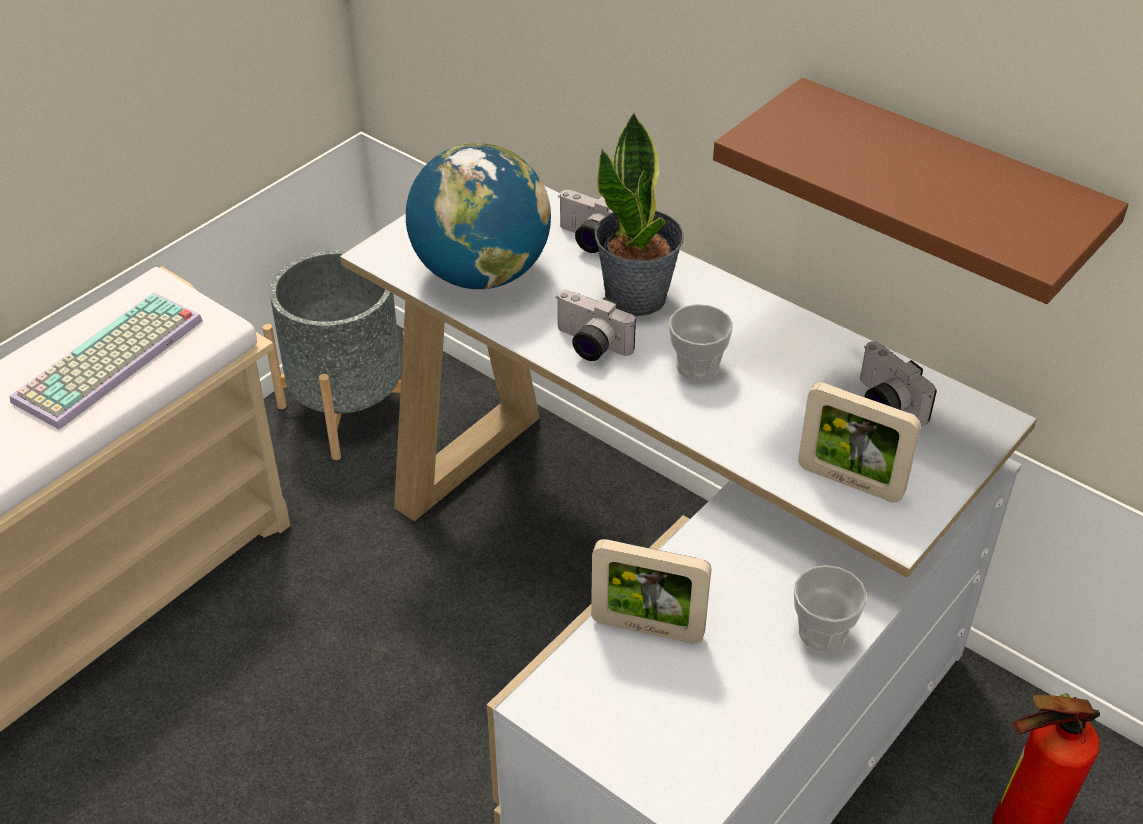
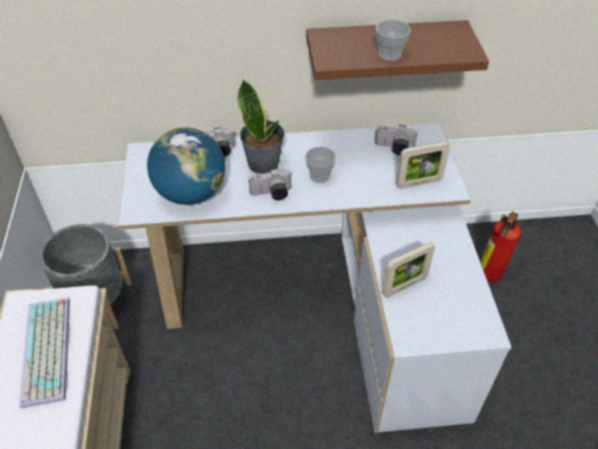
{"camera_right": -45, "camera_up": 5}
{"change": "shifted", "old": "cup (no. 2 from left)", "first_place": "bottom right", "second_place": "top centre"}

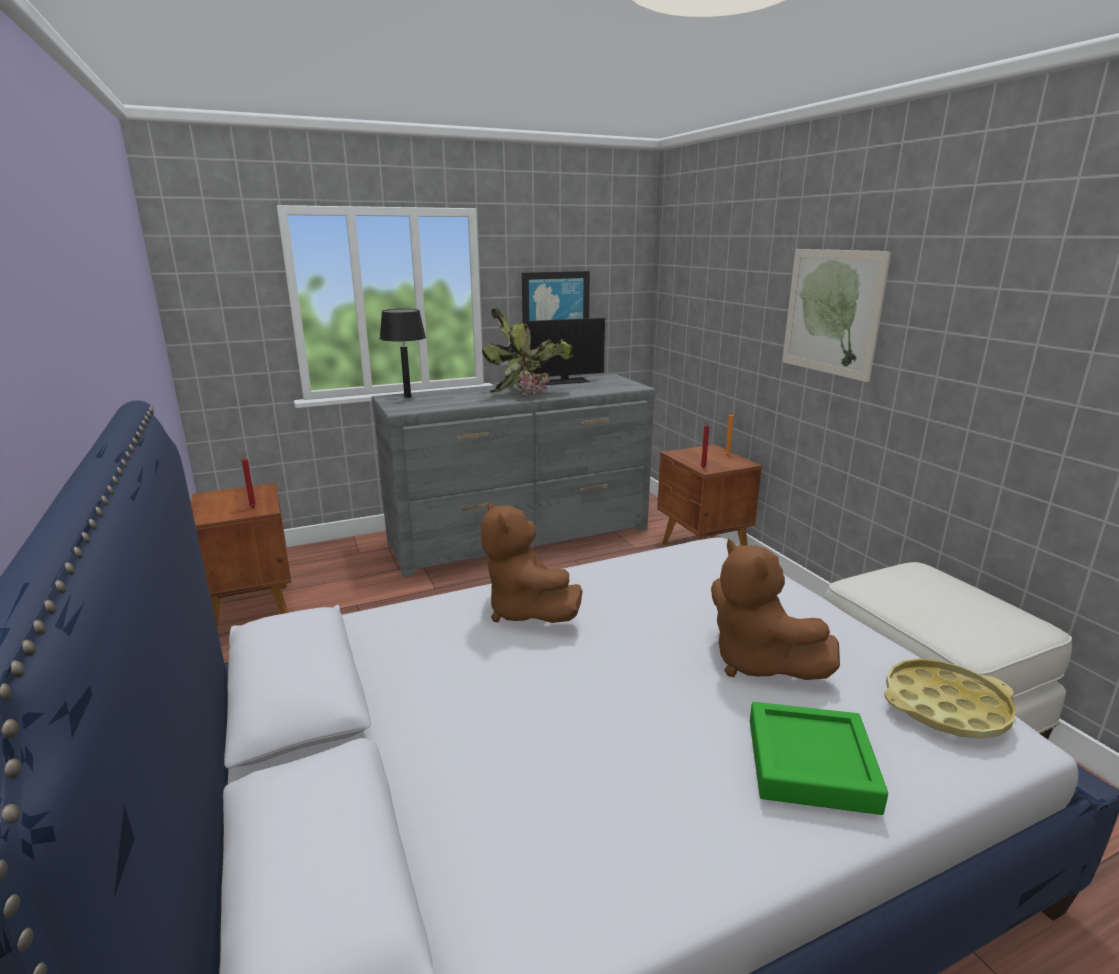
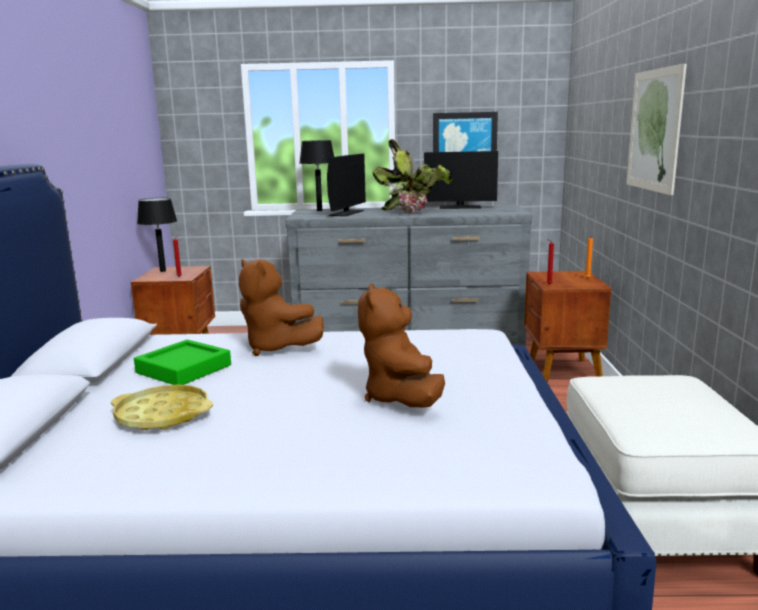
{"camera_right": 25, "camera_up": -5}
{"change": "shifted", "old": "tray (yellow)", "first_place": "bottom right", "second_place": "bottom left"}
{"change": "shifted", "old": "tray (green)", "first_place": "bottom right", "second_place": "middle left"}
{"change": "new", "new": "table lamp (black) (no. 1 from left)", "second_place": "middle left"}
{"change": "rotated", "old": "plush toy (brown) (no. 1 from left)", "first_place": "centre", "second_place": "centre", "degrees": -45}
{"change": "new", "new": "monitor (no. 1 from left)", "second_place": "top centre"}

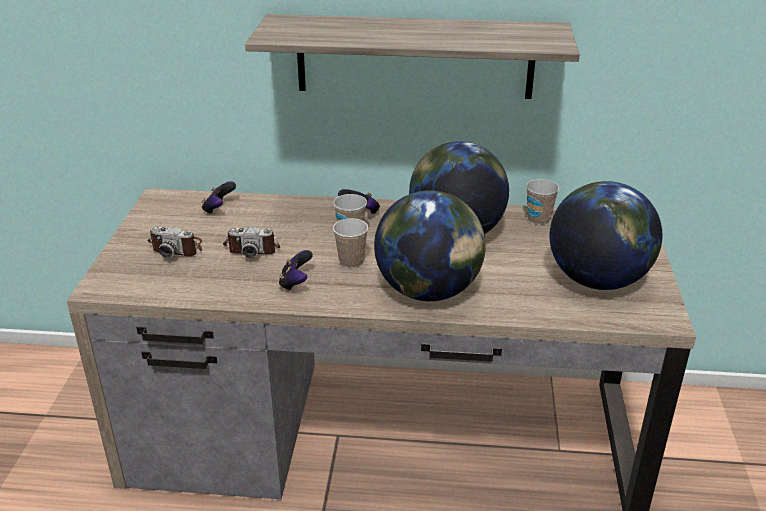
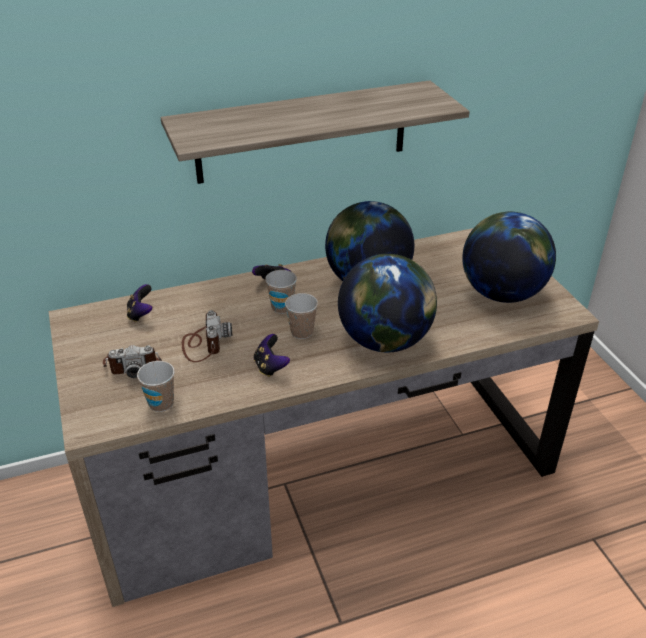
{"camera_right": -25, "camera_up": 5}
{"change": "shifted", "old": "cup (no. 3 from left in the first image)", "new": "cup (no. 1 from left)", "first_place": "middle right", "second_place": "middle left"}
{"change": "rotated", "old": "photo camera (no. 2 from left)", "first_place": "middle left", "second_place": "middle left", "degrees": -75}

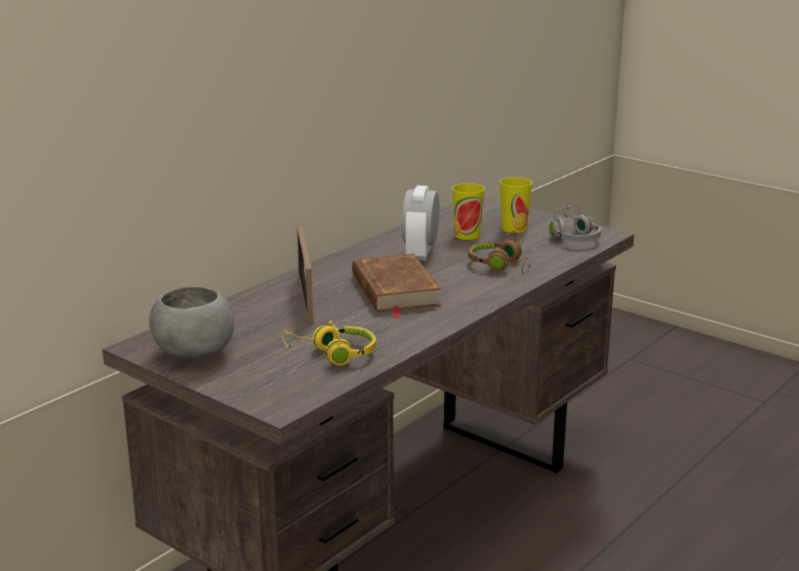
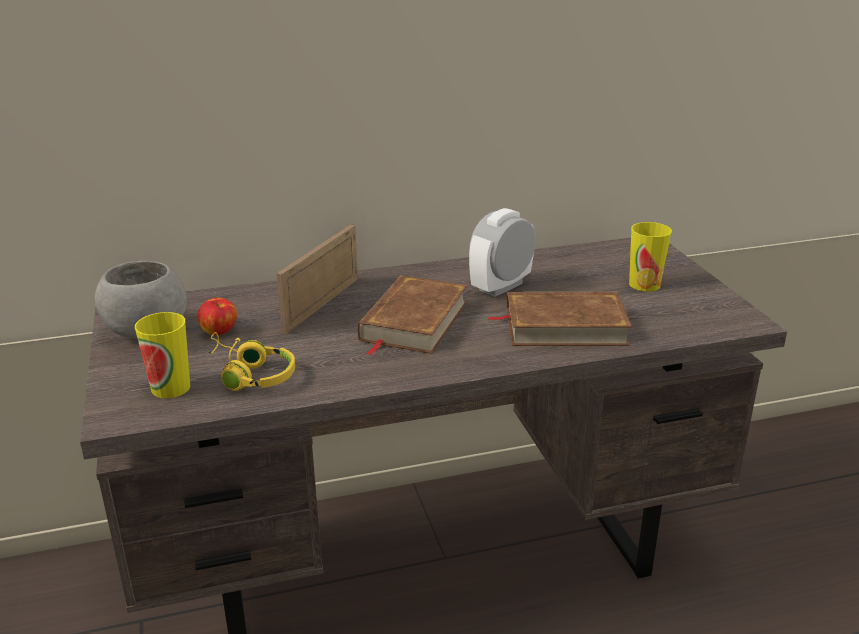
{"camera_right": 35, "camera_up": 5}
{"change": "shifted", "old": "cup (no. 1 from left)", "first_place": "centre", "second_place": "middle left"}
{"change": "new", "new": "apple", "second_place": "middle left"}
{"change": "swapped", "old": "headphones (brown)", "new": "book (brown) (no. 2 from left)", "first_place": "centre", "second_place": "centre"}
{"change": "gone", "old": "headphones (grey)", "first_place": "middle right"}

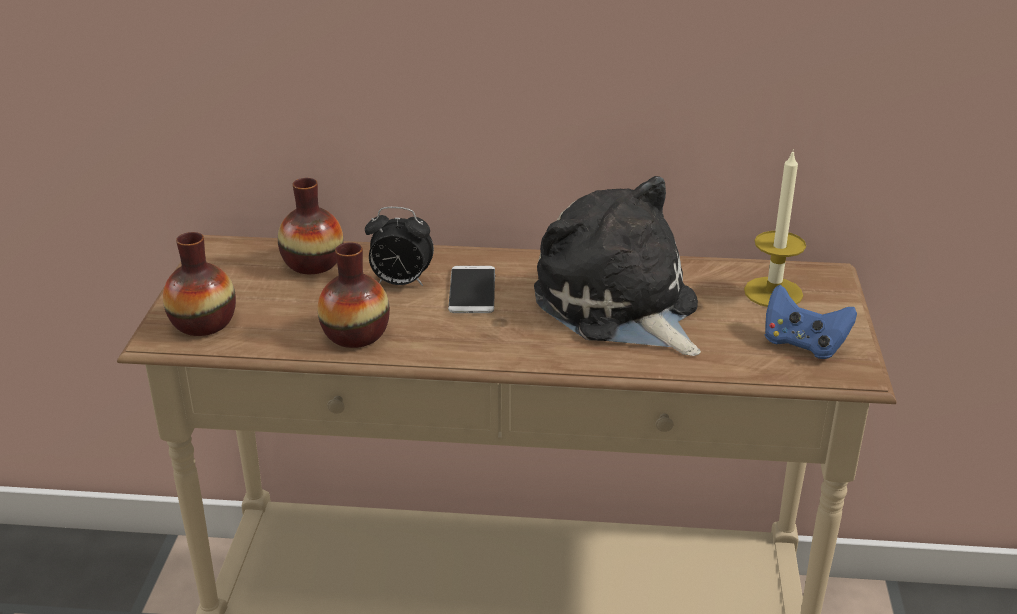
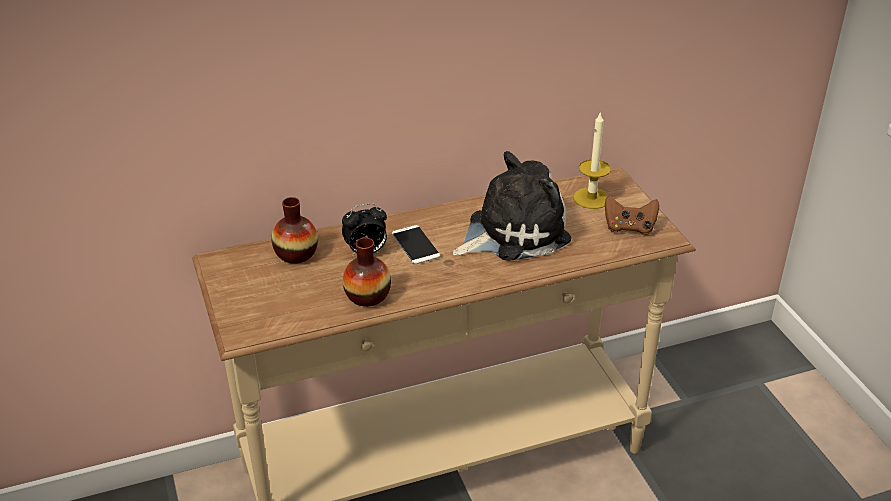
{"camera_right": -25, "camera_up": 5}
{"change": "rotated", "old": "plush toy", "first_place": "centre", "second_place": "centre", "degrees": 120}
{"change": "repainted", "old": "game controller (blue)", "new": "game controller (brown)", "first_place": "middle right", "second_place": "middle right"}
{"change": "gone", "old": "vase (no. 1 from left)", "first_place": "middle left"}

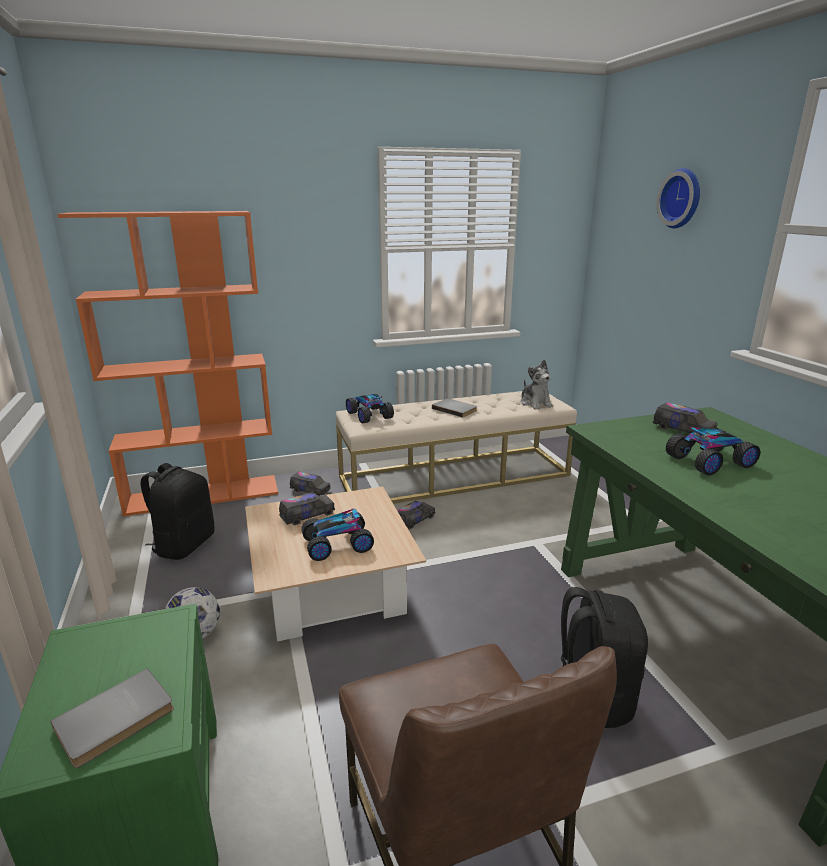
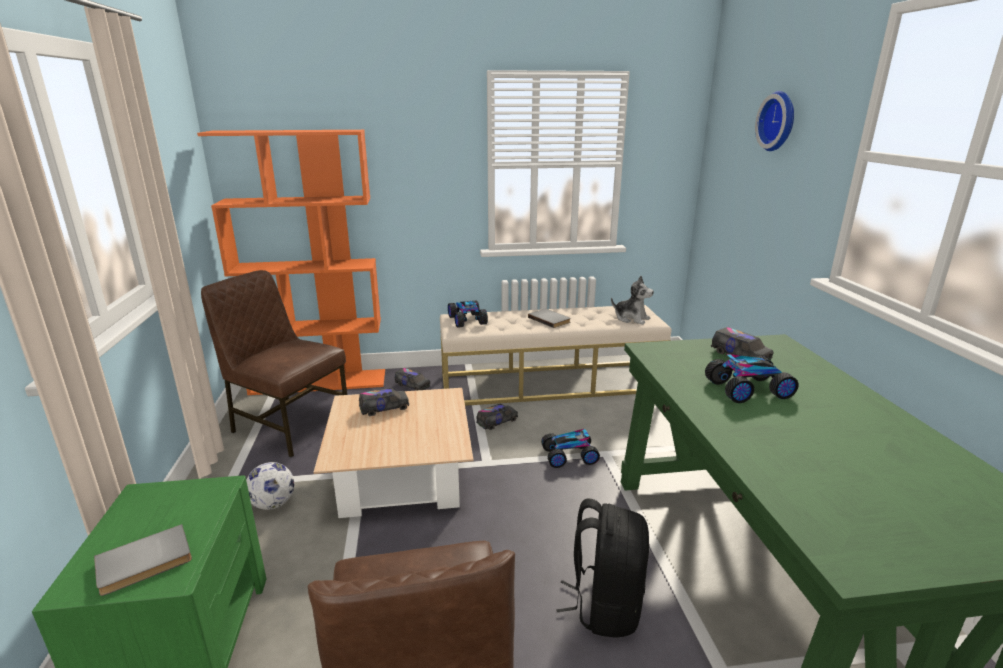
{"camera_right": 10, "camera_up": 0}
{"change": "swapped", "old": "backpack (black) (no. 1 from left)", "new": "chair (brown) (no. 1 from left)", "first_place": "middle left", "second_place": "middle left"}
{"change": "shifted", "old": "toy car (no. 1 from left in the first image)", "new": "toy car (no. 2 from left)", "first_place": "centre", "second_place": "bottom centre"}
{"change": "rotated", "old": "plush toy", "first_place": "centre", "second_place": "centre", "degrees": -45}

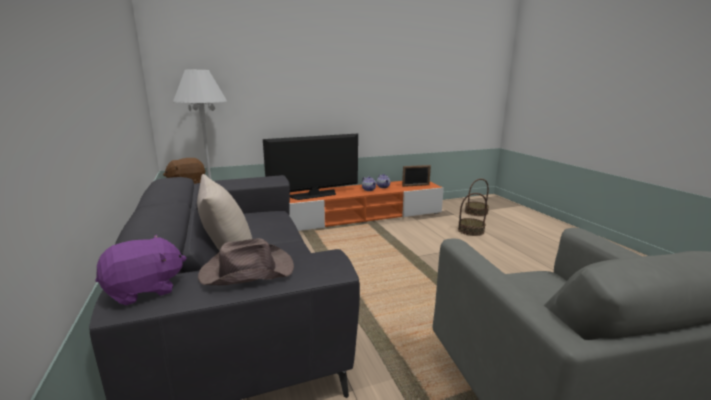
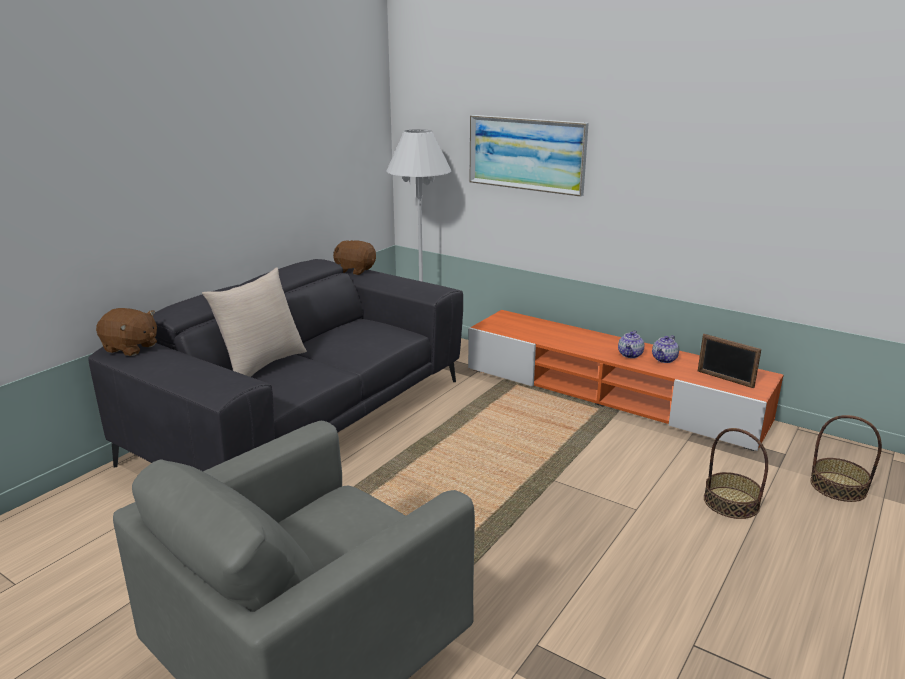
{"camera_right": 55, "camera_up": 5}
{"change": "repainted", "old": "plush toy (purple)", "new": "plush toy (brown) (no. 1 from left)", "first_place": "bottom left", "second_place": "middle left"}
{"change": "new", "new": "picture", "second_place": "top centre"}
{"change": "gone", "old": "hat (brown)", "first_place": "centre"}
{"change": "gone", "old": "television", "first_place": "centre"}

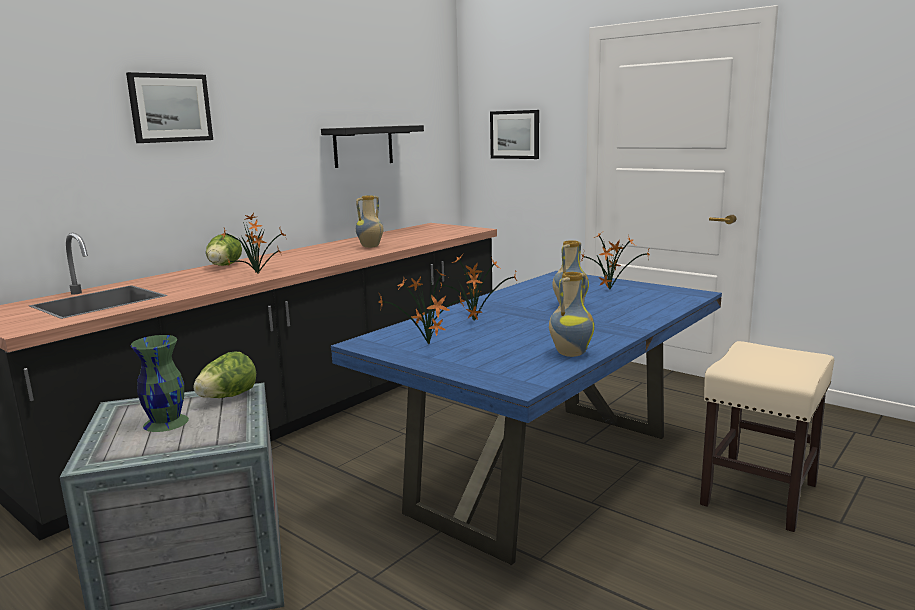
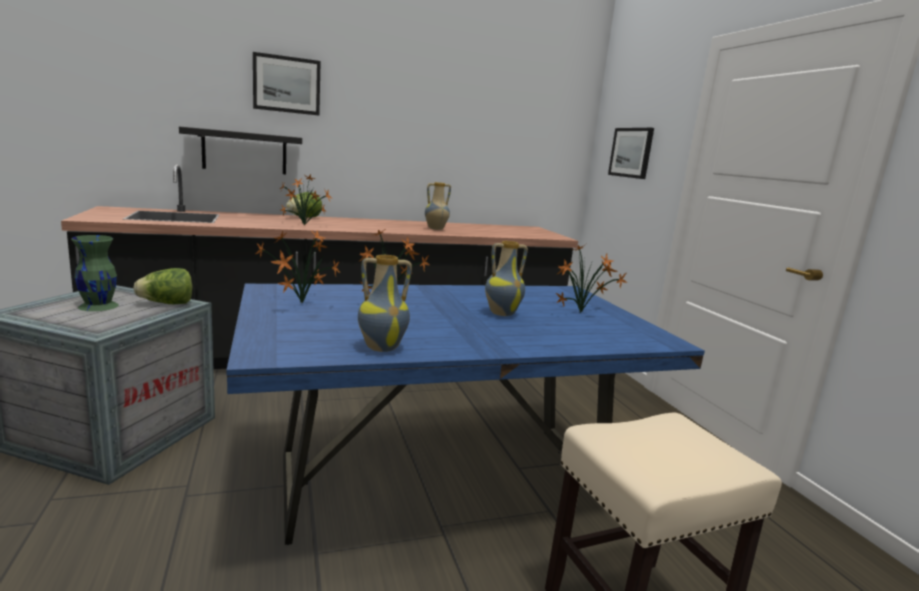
{"camera_right": 30, "camera_up": 0}
{"change": "shifted", "old": "shelf (black)", "first_place": "top centre", "second_place": "top left"}

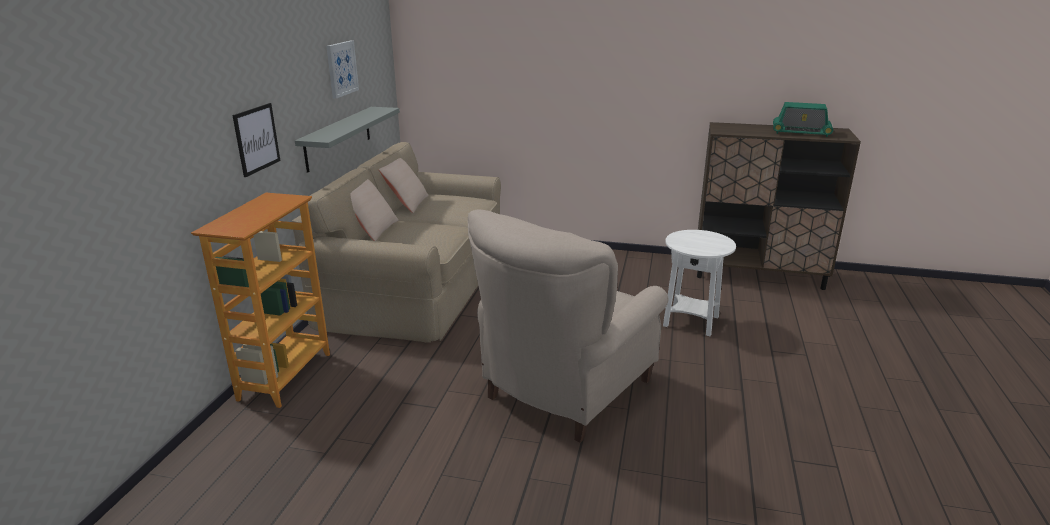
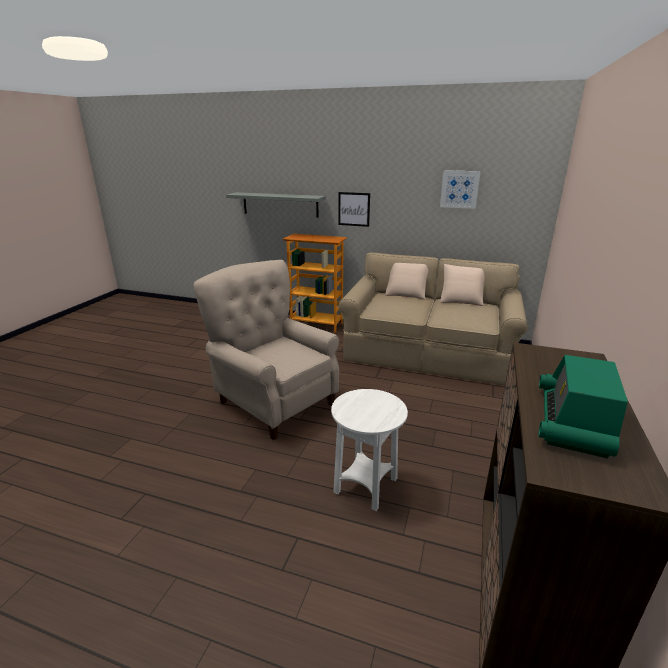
{"camera_right": 95, "camera_up": 0}
{"change": "shifted", "old": "shelf (grey)", "first_place": "top left", "second_place": "top centre"}

